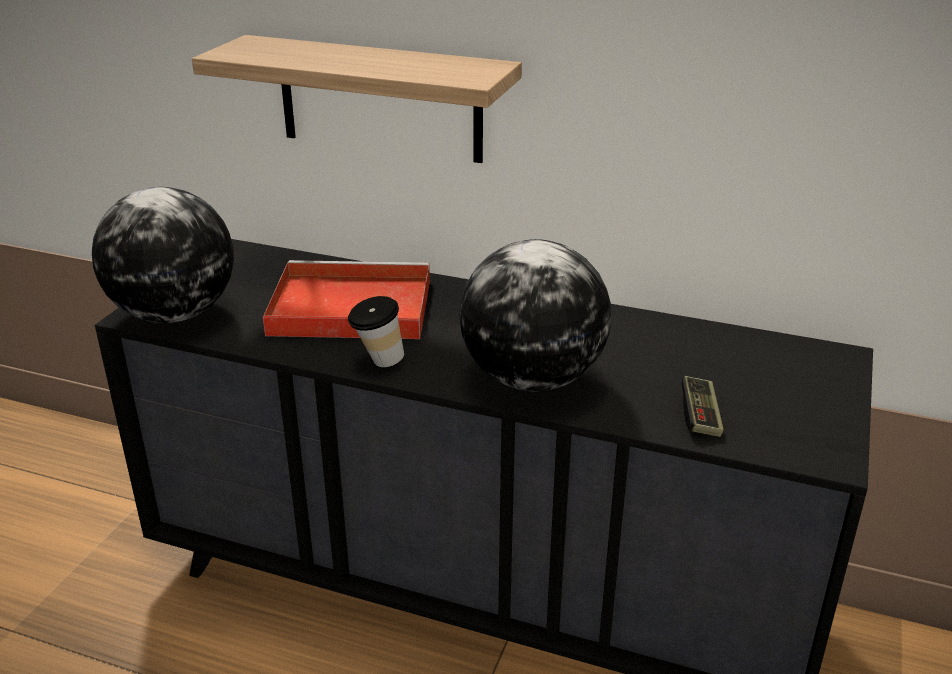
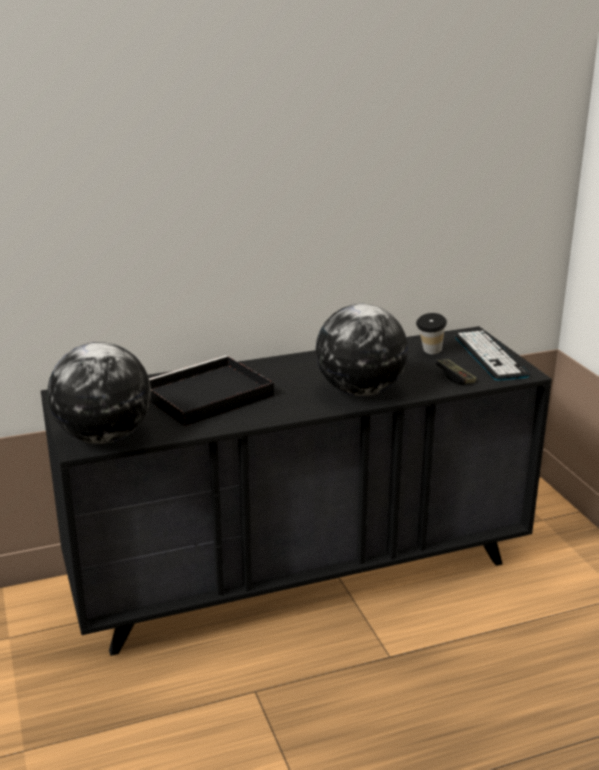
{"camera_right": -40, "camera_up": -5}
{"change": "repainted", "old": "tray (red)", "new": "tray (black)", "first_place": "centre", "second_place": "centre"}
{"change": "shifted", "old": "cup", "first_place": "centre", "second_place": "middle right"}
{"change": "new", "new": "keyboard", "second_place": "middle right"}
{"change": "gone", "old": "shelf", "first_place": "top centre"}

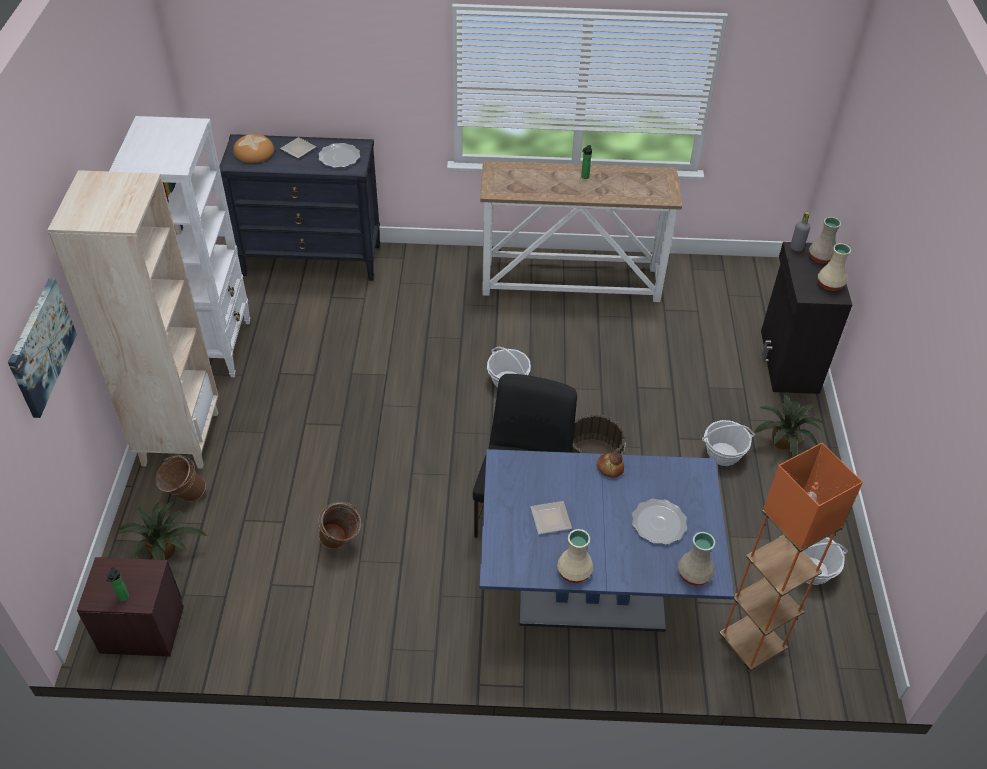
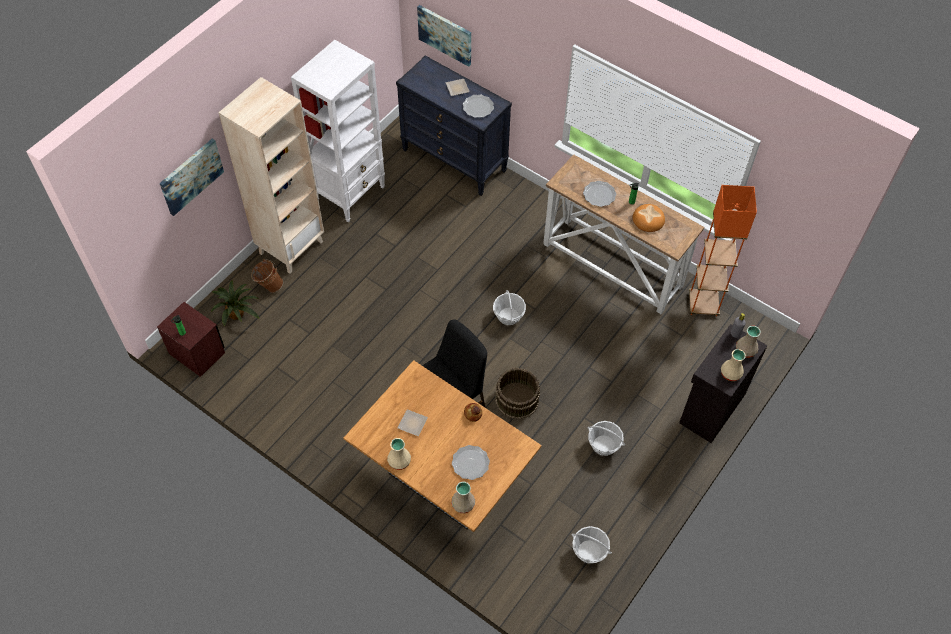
{"camera_right": 35, "camera_up": 10}
{"change": "repainted", "old": "dining table (blue)", "new": "dining table (brown)", "first_place": "bottom centre", "second_place": "bottom centre"}
{"change": "new", "new": "picture (no. 2 from left)", "second_place": "top centre"}
{"change": "new", "new": "plate (no. 5 from left)", "second_place": "top centre"}
{"change": "shifted", "old": "bread (no. 1 from left in the first image)", "new": "bread (no. 2 from left)", "first_place": "top left", "second_place": "middle right"}
{"change": "shifted", "old": "floor lamp (orange)", "first_place": "bottom right", "second_place": "middle right"}
{"change": "gone", "old": "bucket (brown) (no. 2 from left)", "first_place": "bottom centre"}
{"change": "gone", "old": "potted plant (no. 2 from left)", "first_place": "middle right"}

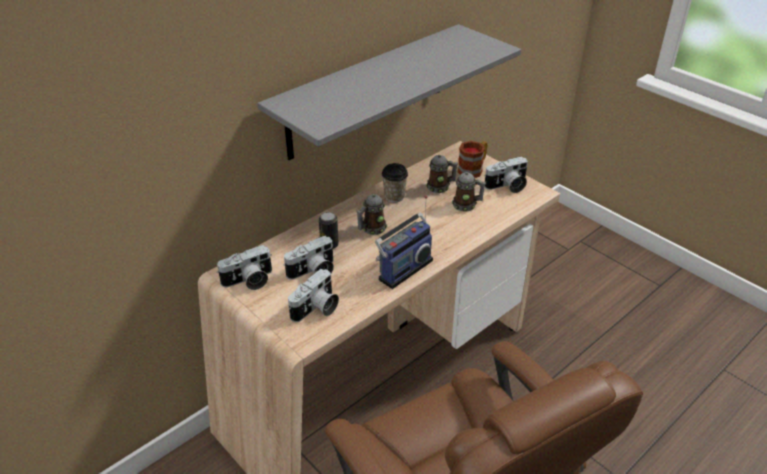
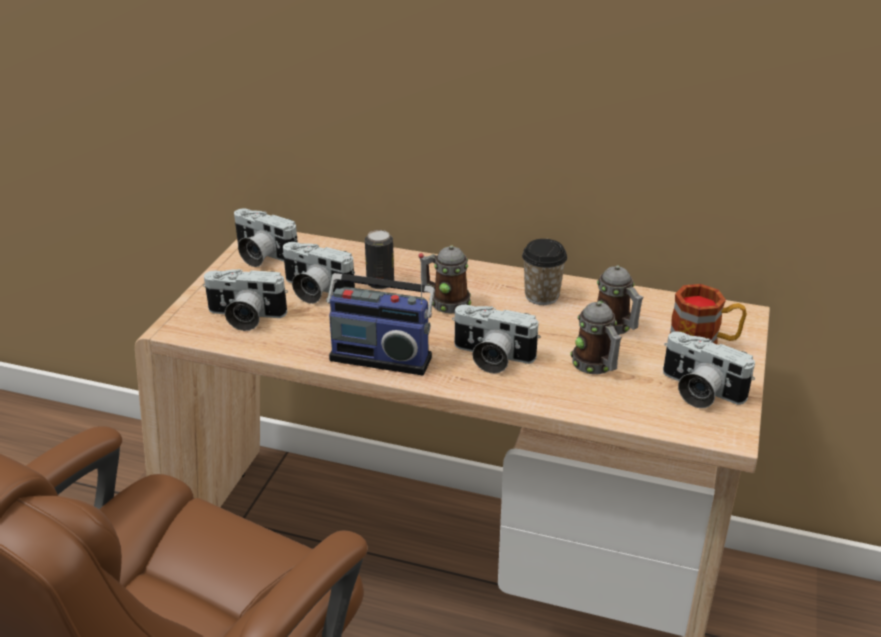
{"camera_right": 60, "camera_up": -5}
{"change": "new", "new": "photo camera (no. 4 from left)", "second_place": "centre"}
{"change": "gone", "old": "shelf (grey)", "first_place": "top centre"}

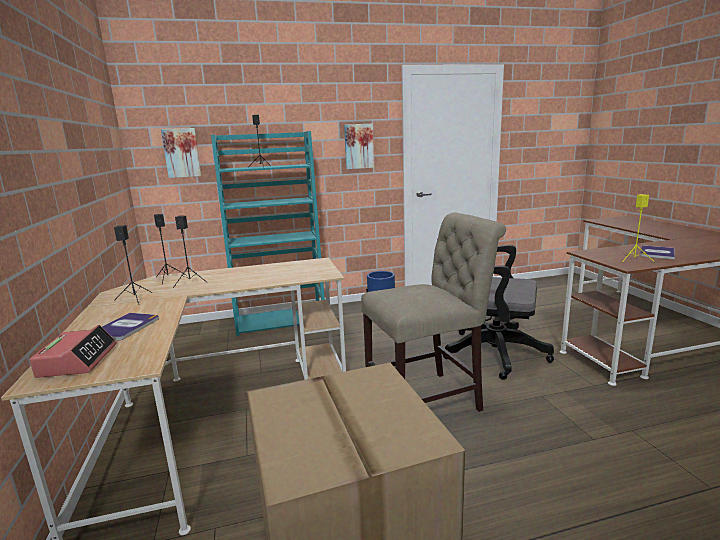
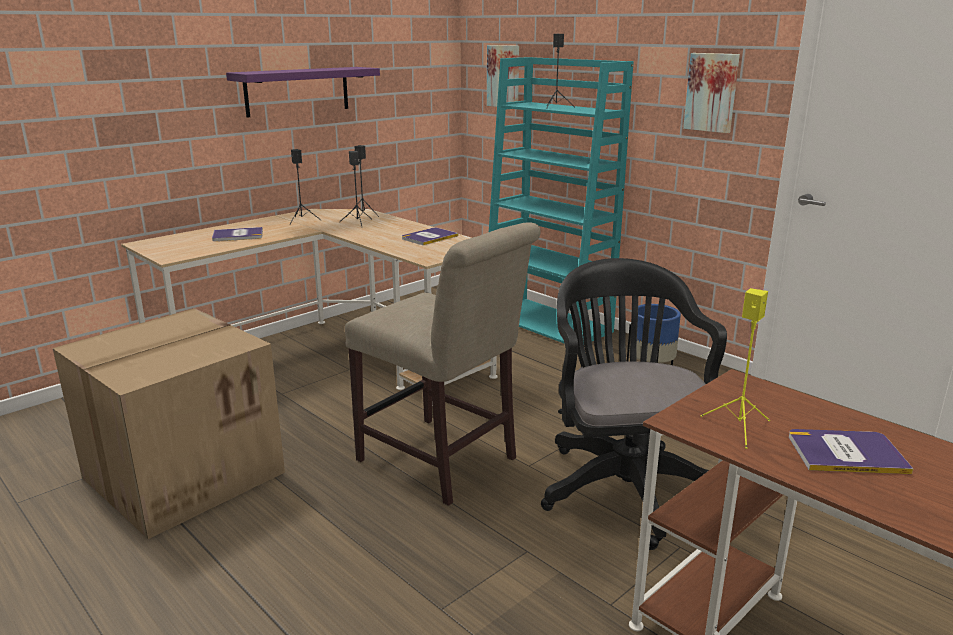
{"camera_right": 60, "camera_up": 5}
{"change": "new", "new": "shelf (purple)", "second_place": "top left"}
{"change": "new", "new": "book (no. 2 from left)", "second_place": "centre"}
{"change": "gone", "old": "alarm clock", "first_place": "middle left"}

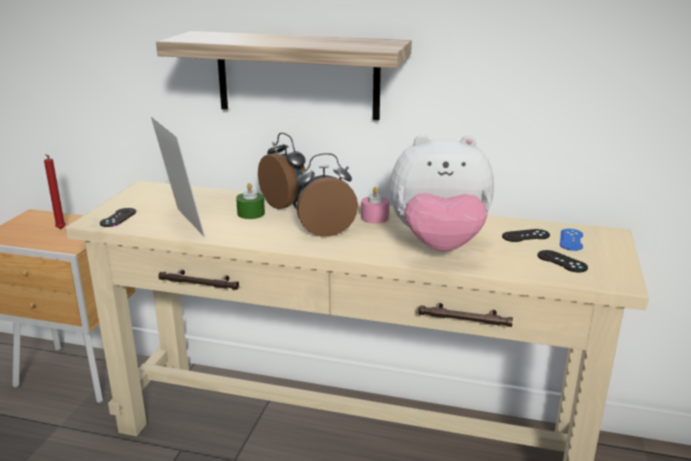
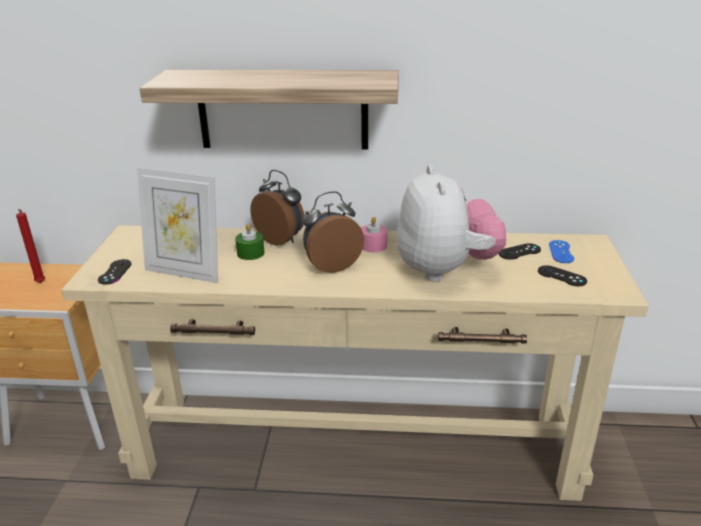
{"camera_right": -10, "camera_up": 5}
{"change": "rotated", "old": "picture frame", "first_place": "middle left", "second_place": "middle left", "degrees": 150}
{"change": "rotated", "old": "plush toy", "first_place": "centre", "second_place": "centre", "degrees": -90}

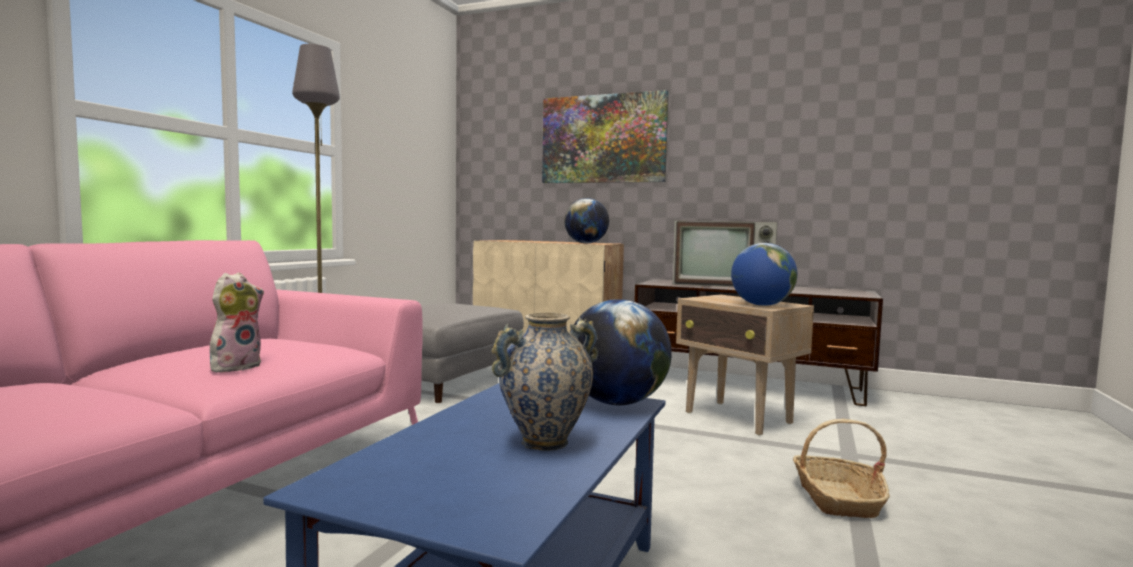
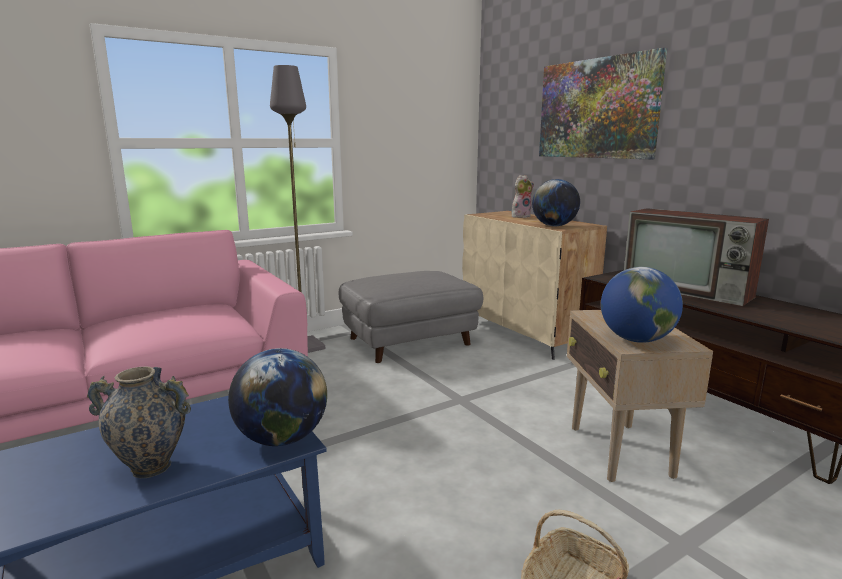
{"camera_right": 35, "camera_up": 10}
{"change": "shifted", "old": "plush toy", "first_place": "middle left", "second_place": "centre"}

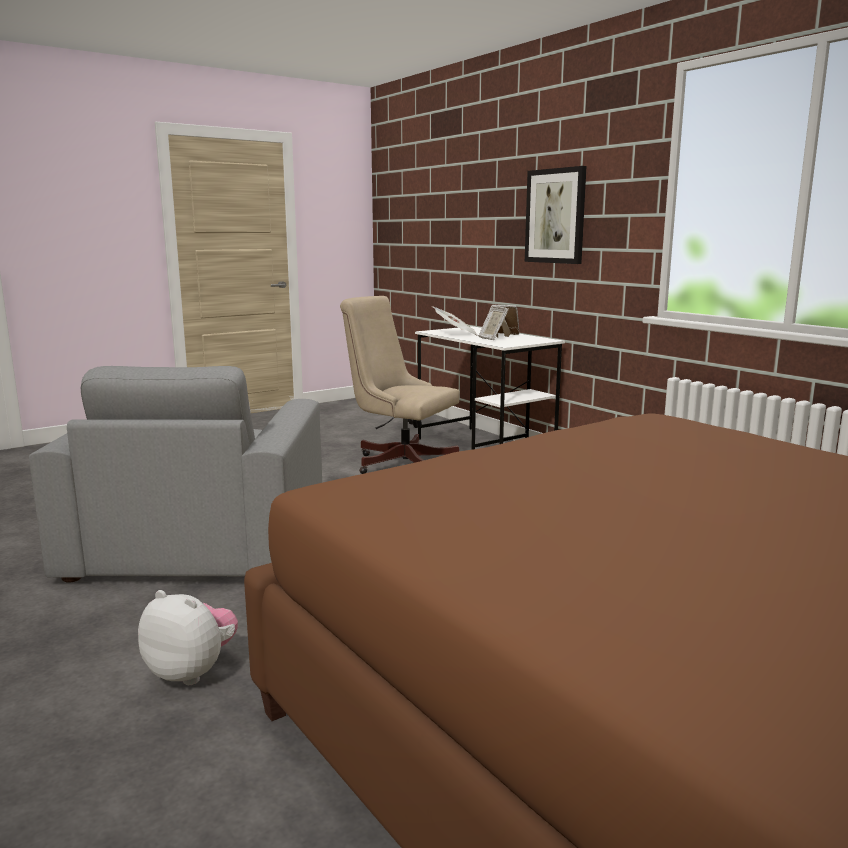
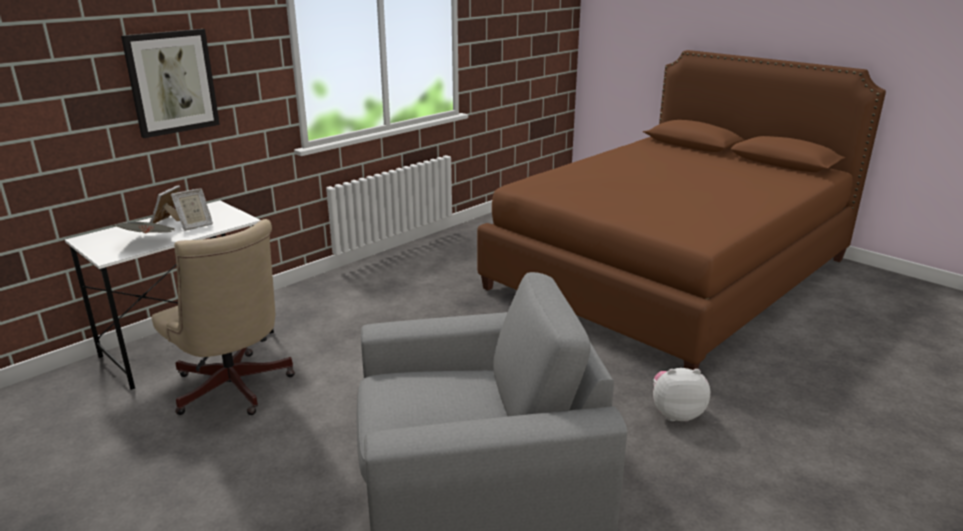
{"camera_right": -100, "camera_up": 10}
{"change": "rotated", "old": "office chair (beige)", "first_place": "centre", "second_place": "middle left", "degrees": -60}
{"change": "rotated", "old": "plush toy", "first_place": "bottom left", "second_place": "bottom right", "degrees": 75}

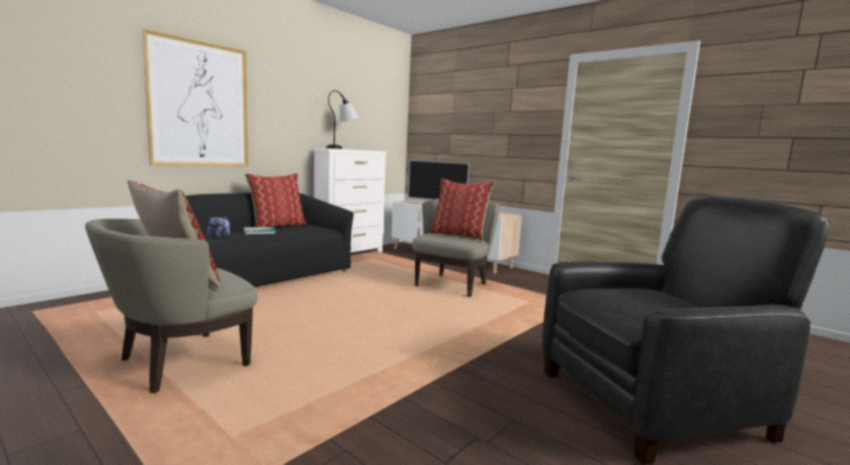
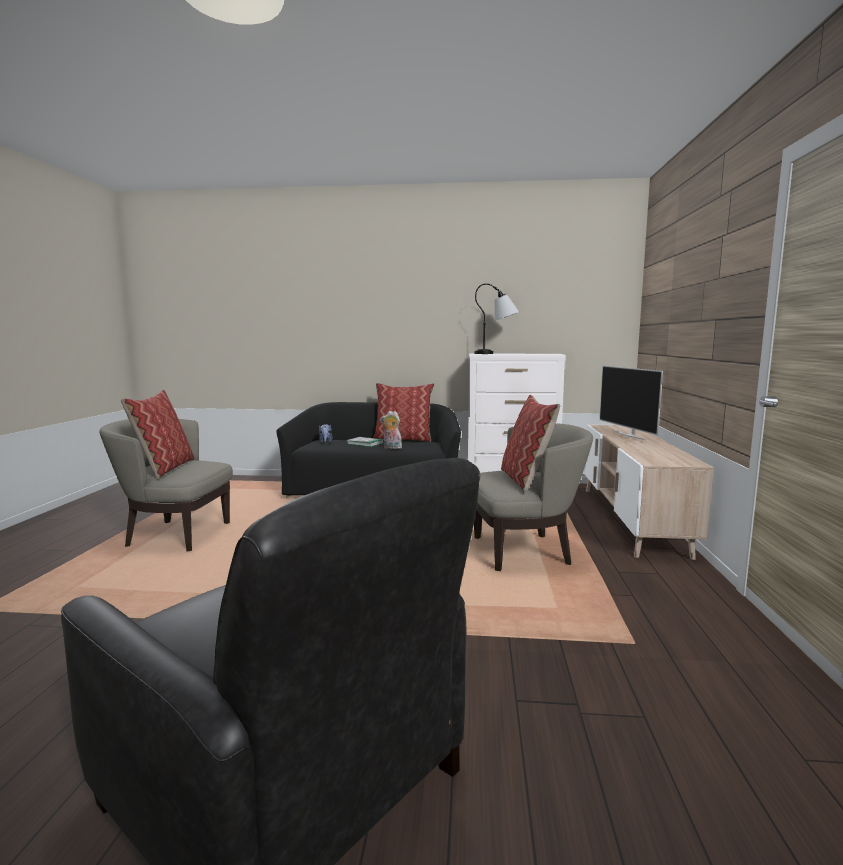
{"camera_right": 55, "camera_up": 0}
{"change": "new", "new": "plush toy (no. 2 from left)", "second_place": "centre"}
{"change": "gone", "old": "picture", "first_place": "top left"}

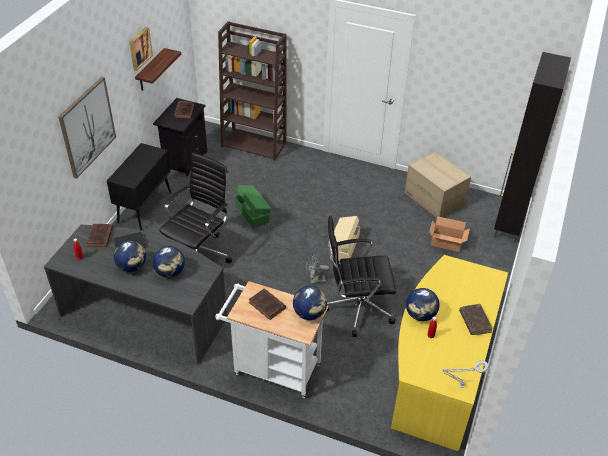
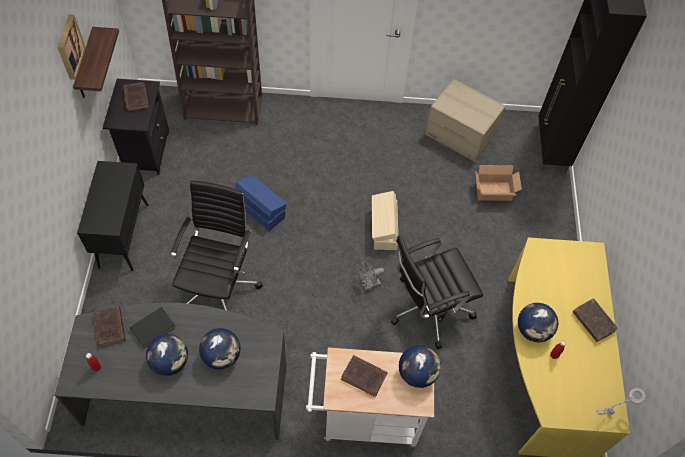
{"camera_right": -20, "camera_up": 15}
{"change": "repainted", "old": "storage box (green)", "new": "storage box (blue)", "first_place": "centre", "second_place": "centre"}
{"change": "gone", "old": "picture (no. 1 from left)", "first_place": "top left"}

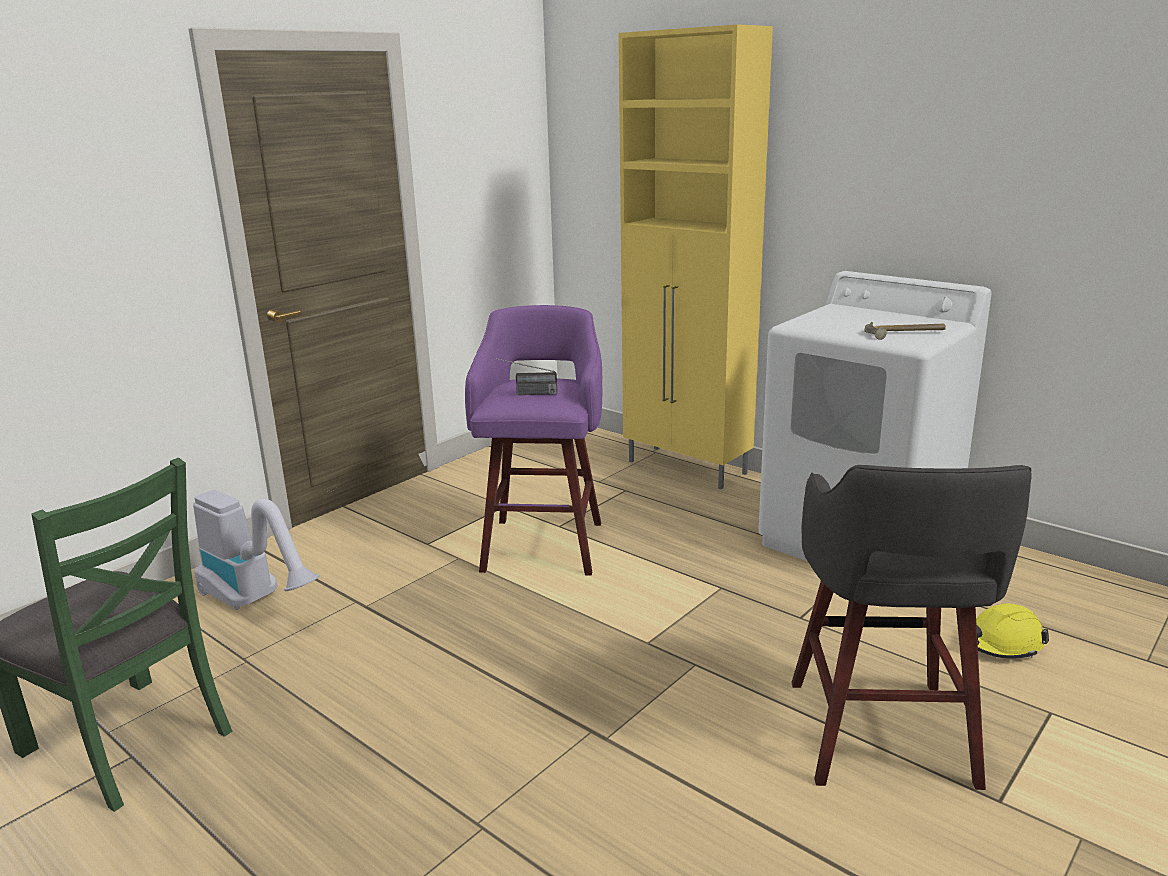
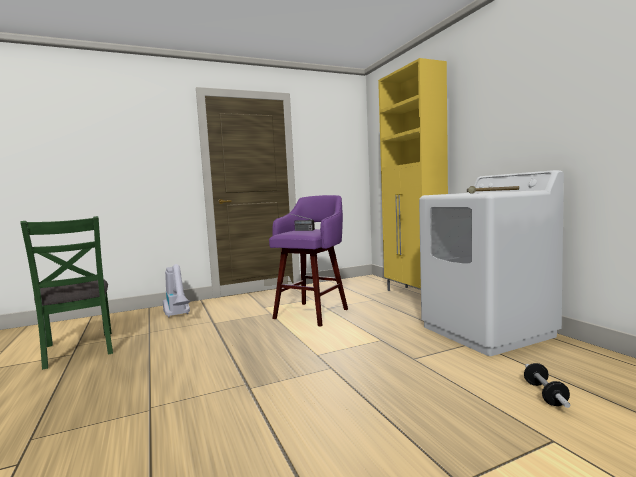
{"camera_right": 25, "camera_up": -15}
{"change": "swapped", "old": "hard hat (yellow)", "new": "dumbbell", "first_place": "bottom right", "second_place": "bottom right"}
{"change": "gone", "old": "stool (grey)", "first_place": "bottom right"}

